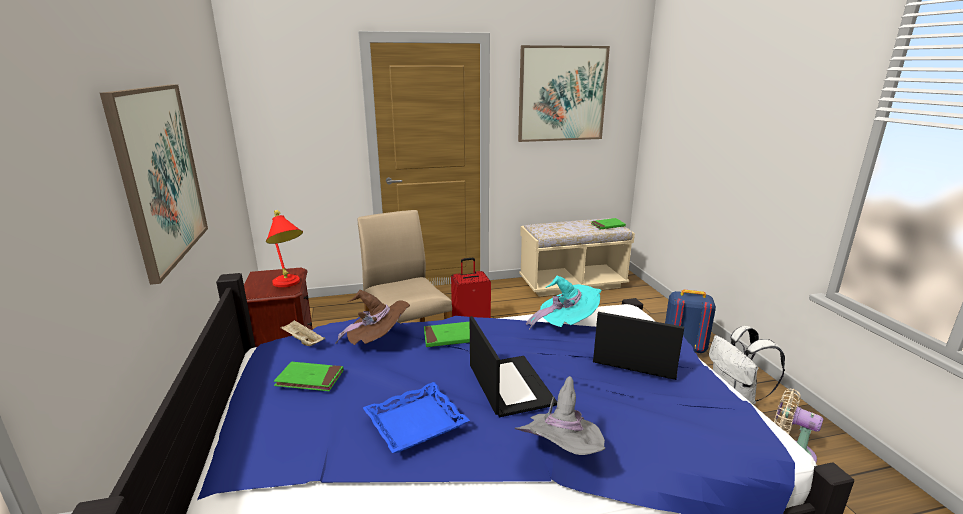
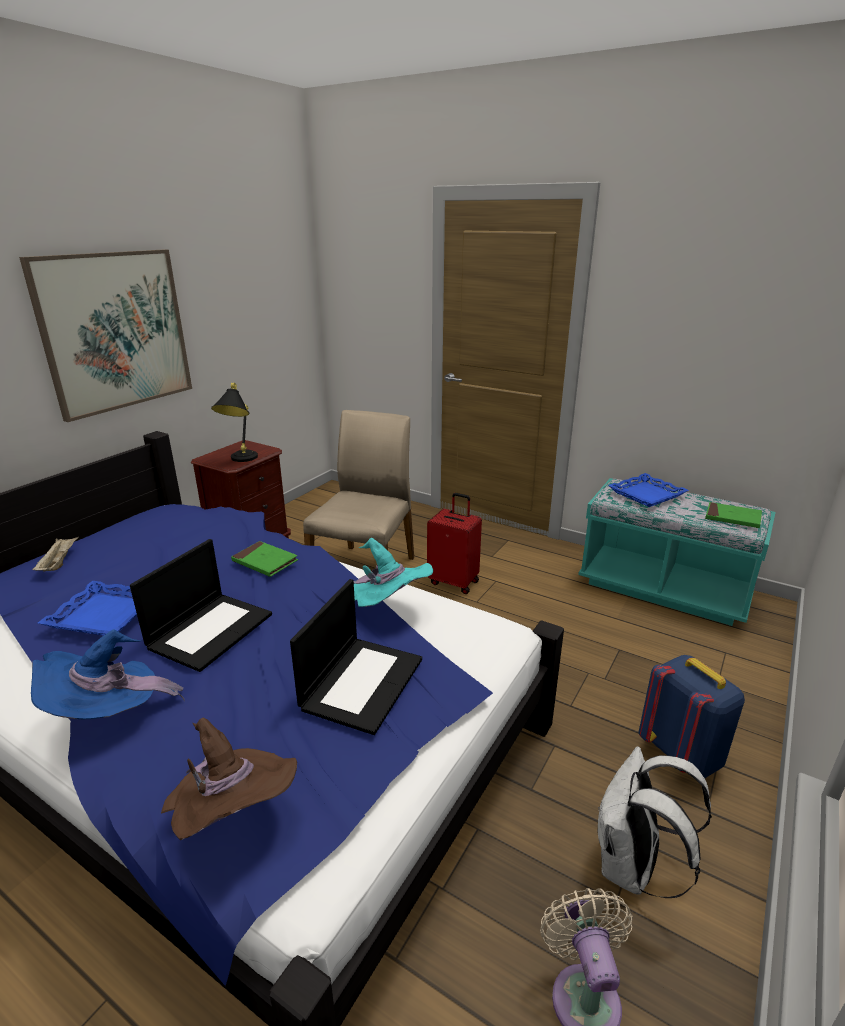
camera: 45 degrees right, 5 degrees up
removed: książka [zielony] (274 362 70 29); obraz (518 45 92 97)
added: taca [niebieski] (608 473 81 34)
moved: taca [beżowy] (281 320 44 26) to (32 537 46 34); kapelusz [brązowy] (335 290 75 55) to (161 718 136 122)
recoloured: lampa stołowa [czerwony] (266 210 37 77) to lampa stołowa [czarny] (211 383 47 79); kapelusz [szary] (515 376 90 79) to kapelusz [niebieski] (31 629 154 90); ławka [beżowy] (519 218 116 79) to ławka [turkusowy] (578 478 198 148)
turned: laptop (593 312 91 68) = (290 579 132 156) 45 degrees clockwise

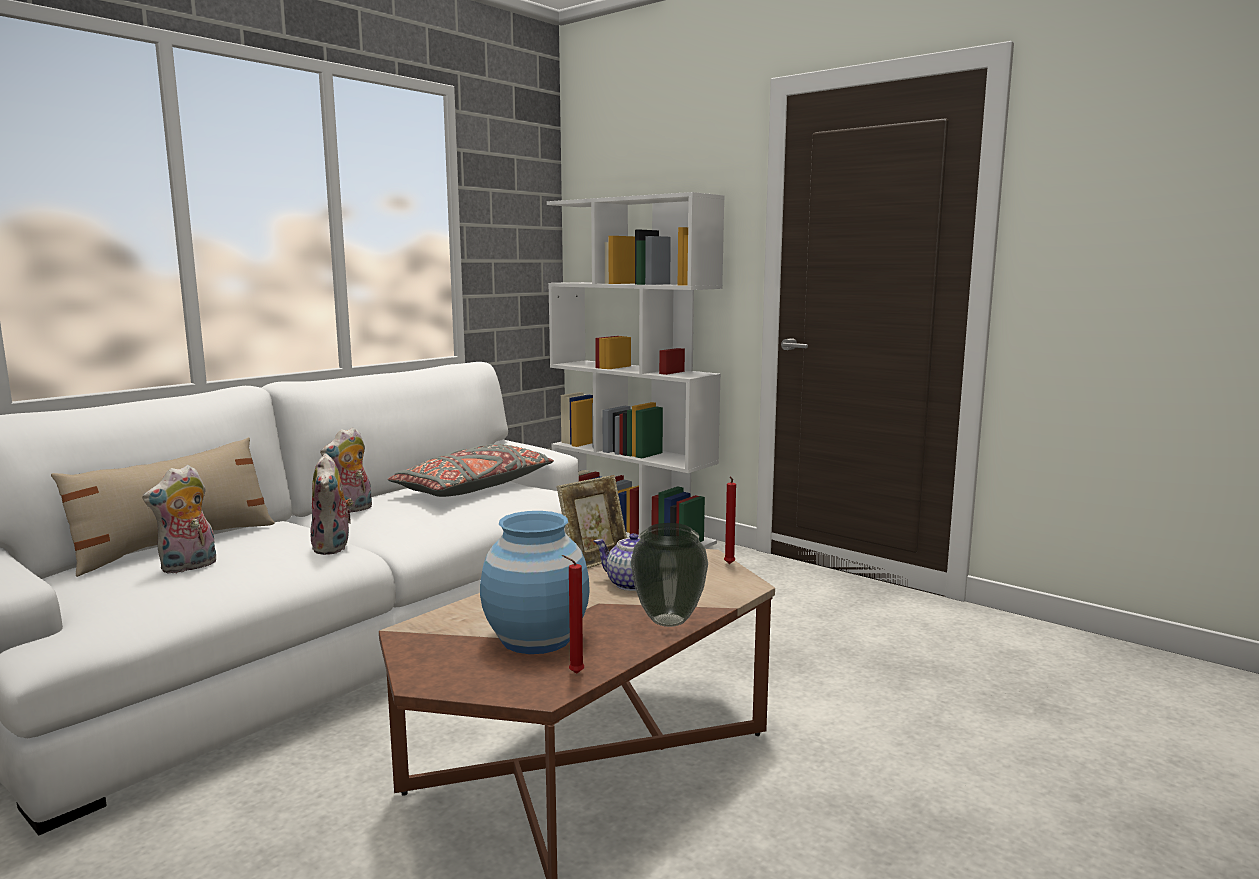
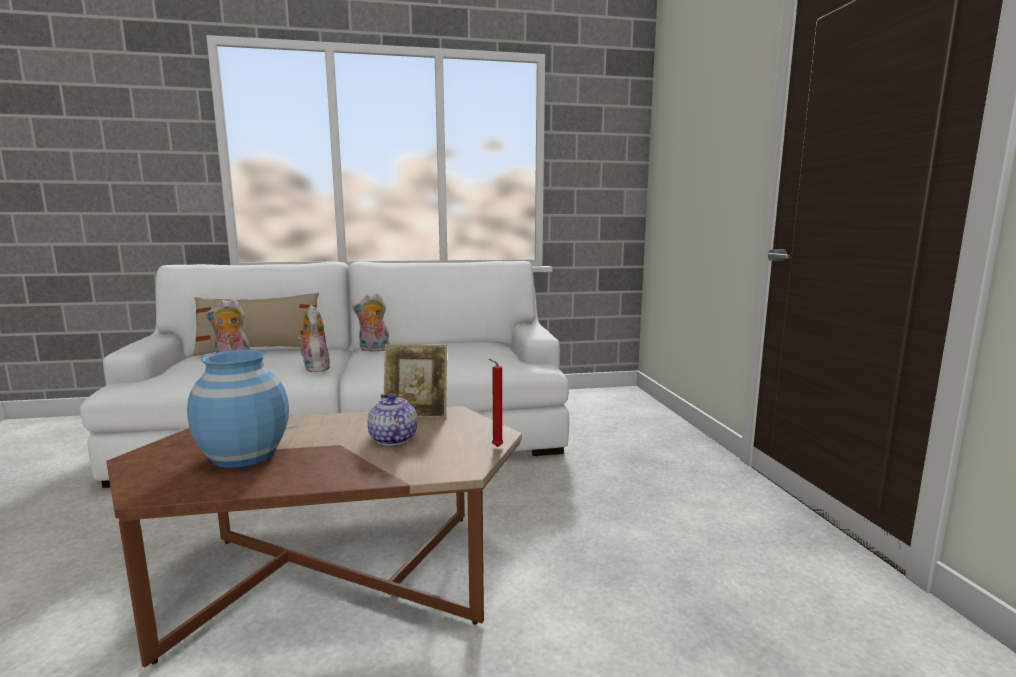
camera: 40 degrees right, 0 degrees up
removed: poduszka [szary] (388 444 166 53); regał [biały] (547 192 178 356); świeca [czerwony] (562 555 22 119); wazon (631 523 77 104)
turned: pluszak (311 453 43 102) = (297 305 33 67) 135 degrees clockwise

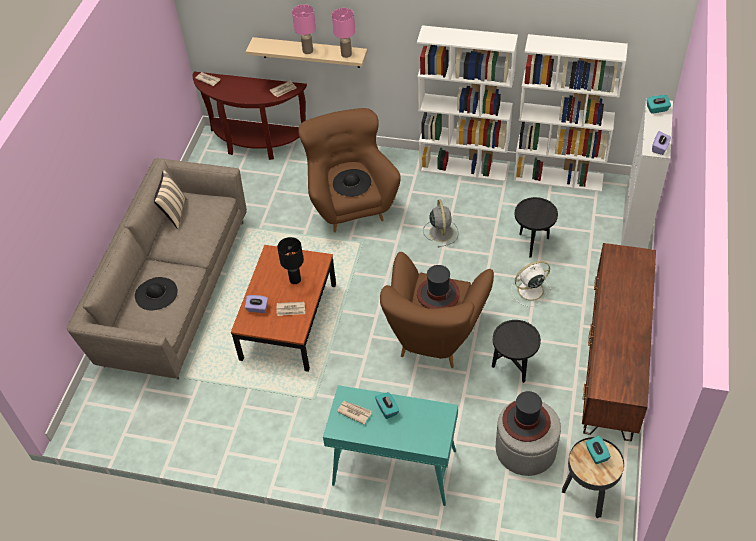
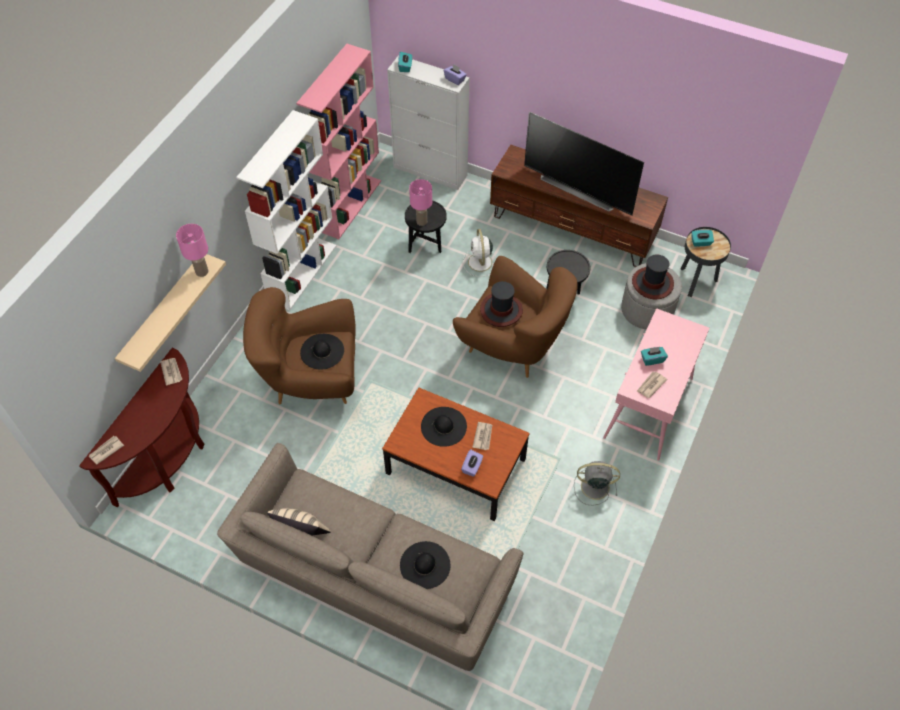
camera: 80 degrees left, 5 degrees up
added: telewizor (524 111 120 105)
moved: lampa stołowa [różowy] (292 5 24 49) to (409 179 23 47); wentylator [szary] (423 199 36 49) to (574 461 46 44)
replaced: lampa stołowa [czarny] (277 237 27 47) to kapelusz [czarny] (421 407 46 40)
recoloured: stolik konsolowy [turkusowy] (323 385 135 121) to stolik konsolowy [różowy] (603 308 106 153); regał [biały] (514 34 114 158) to regał [różowy] (296 44 85 195)

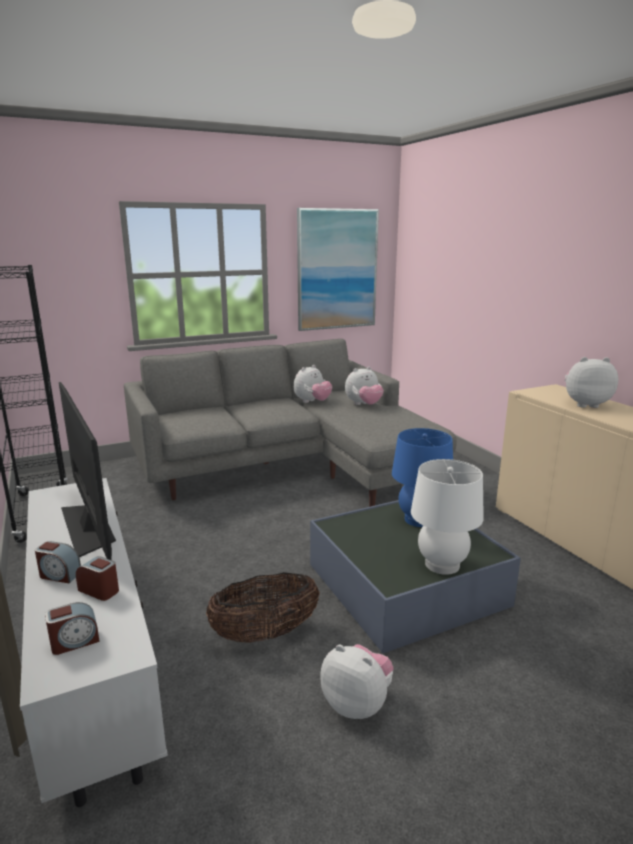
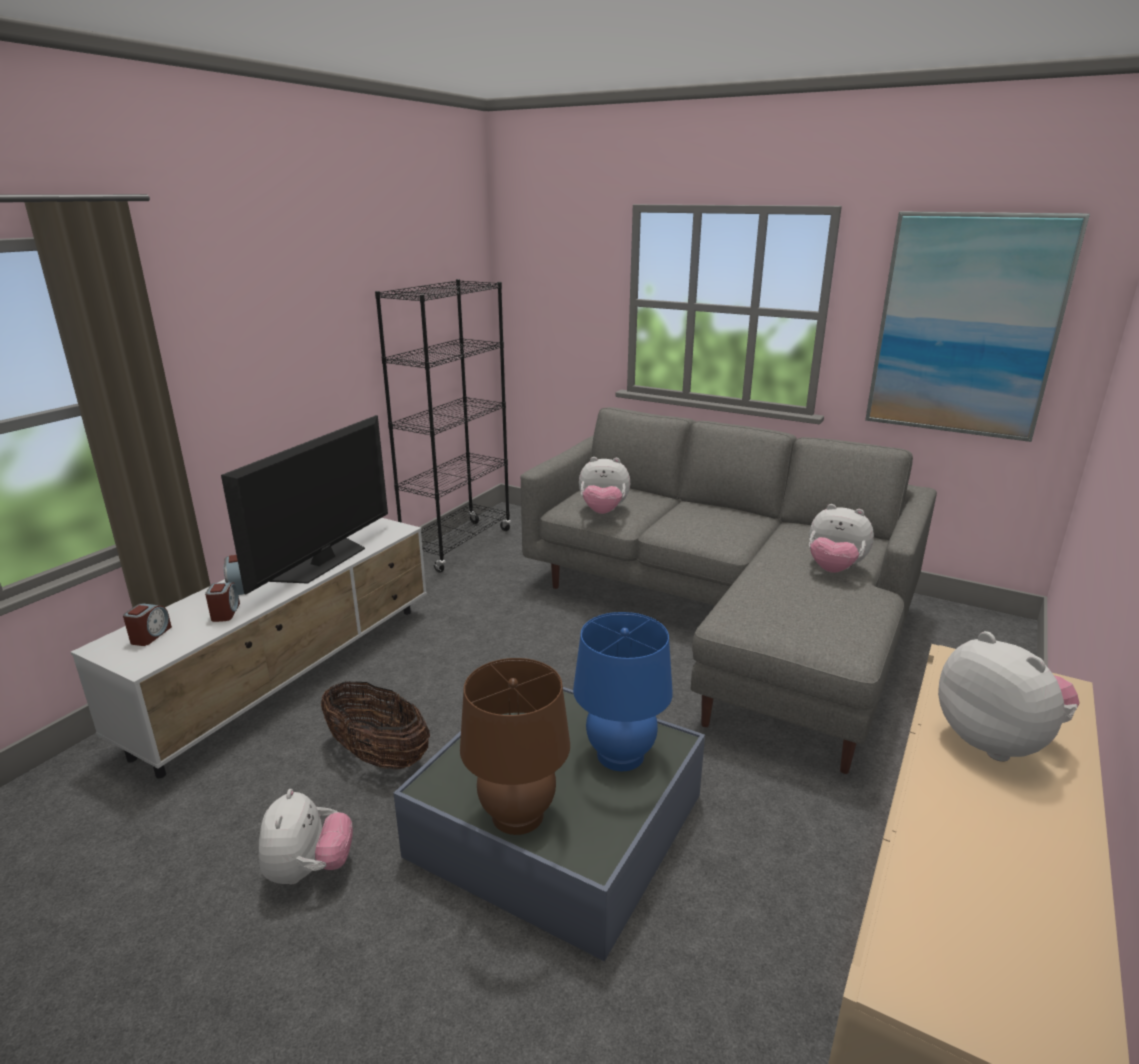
camera: 55 degrees right, 5 degrees up
moved: pluszak (294 365 38 38) to (579 457 51 57)
recoloured: lampa stołowa [biały] (411 459 73 116) to lampa stołowa [brązowy] (460 658 110 177)
turned: budzik (45 602 55 53) = (123 603 49 43) 105 degrees counterclockwise

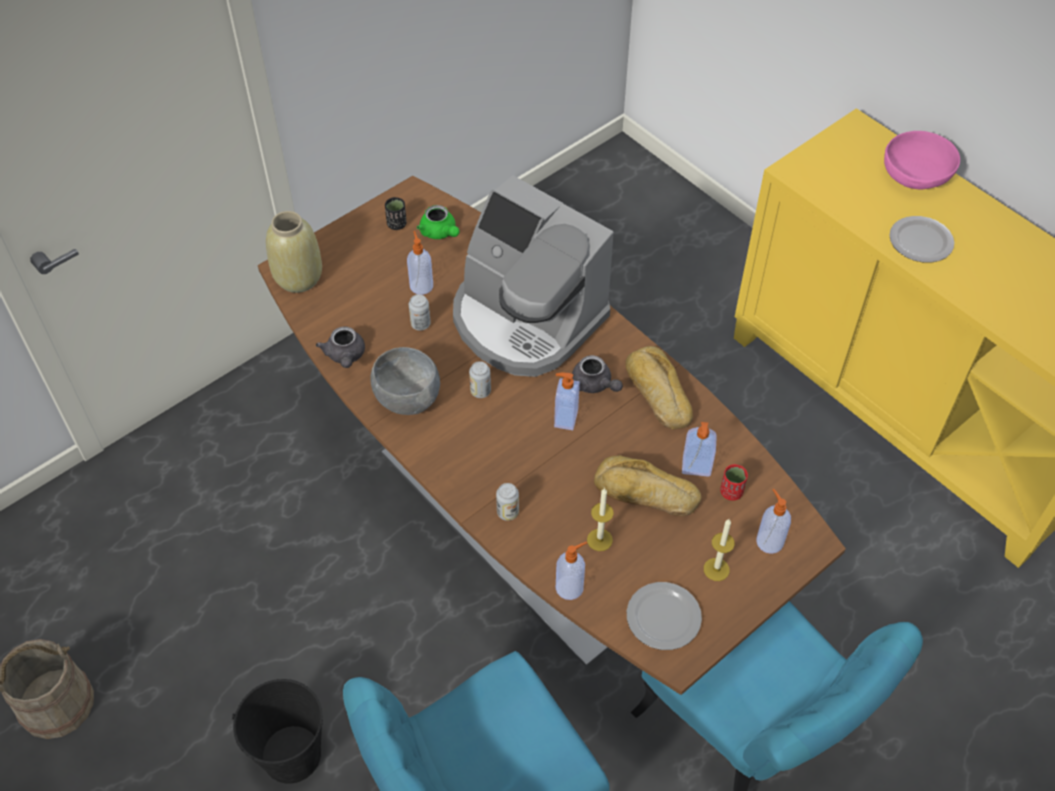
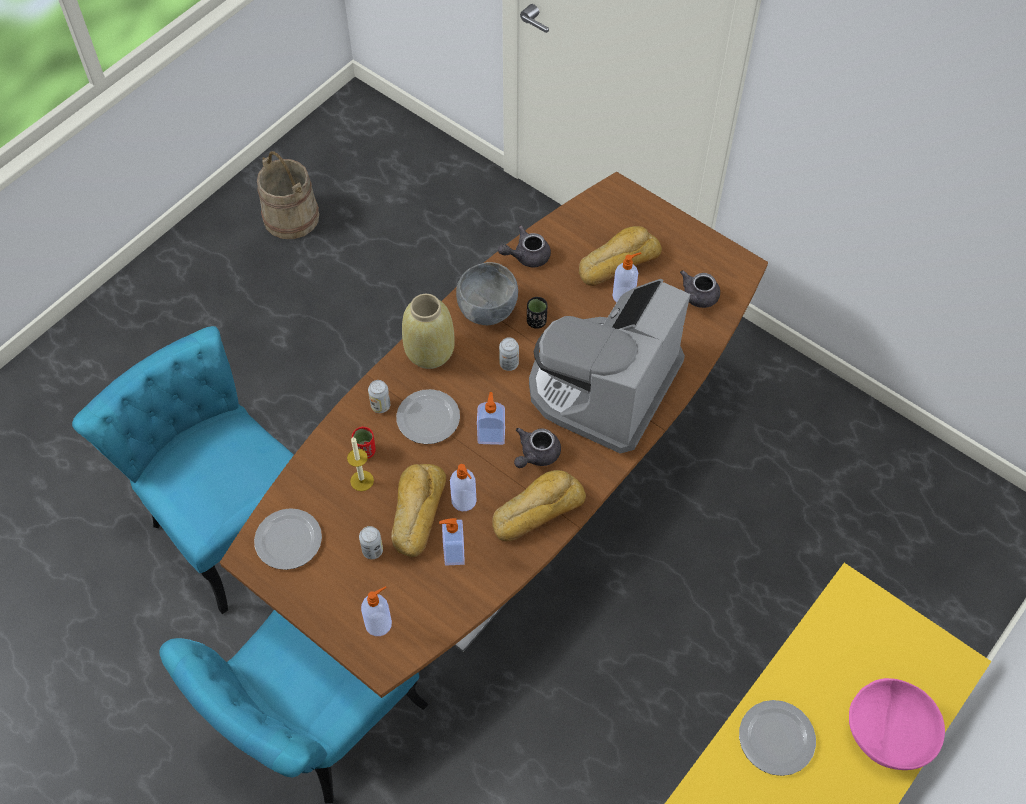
camera: 80 degrees right, 5 degrees up
removed: wiadro [czarny] (232 679 91 105); świeca (704 519 31 62)
added: talerz (396 389 64 55); chleb (579 226 83 60)
moved: wazon [beżowy] (266 211 56 82) to (402 294 53 75); filiżanka [czarny] (385 197 21 33) to (527 297 21 32); puszka (409 294 22 36) to (359 526 24 33); dozownik mydła (556 542 31 58) to (450 464 27 47); filiżanka [czerwony] (720 464 28 37) to (352 427 24 32)
recoloured: imbryk [zielony] (417 205 43 34) to imbryk [szary] (680 270 40 38)

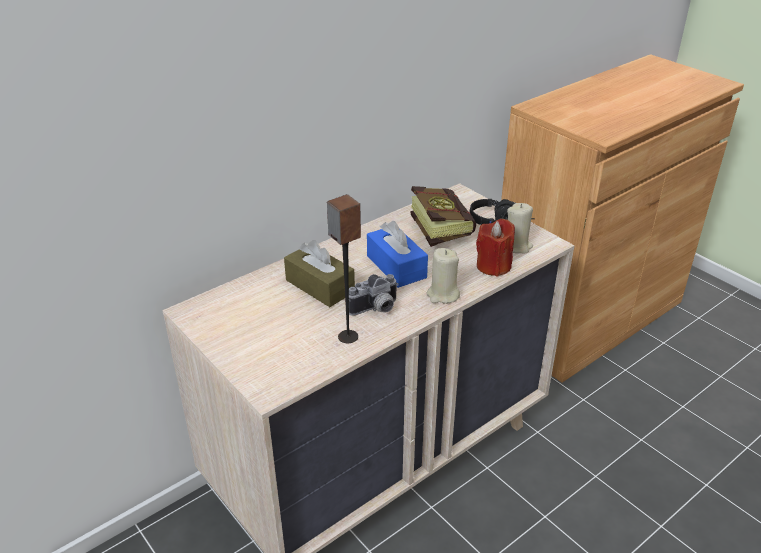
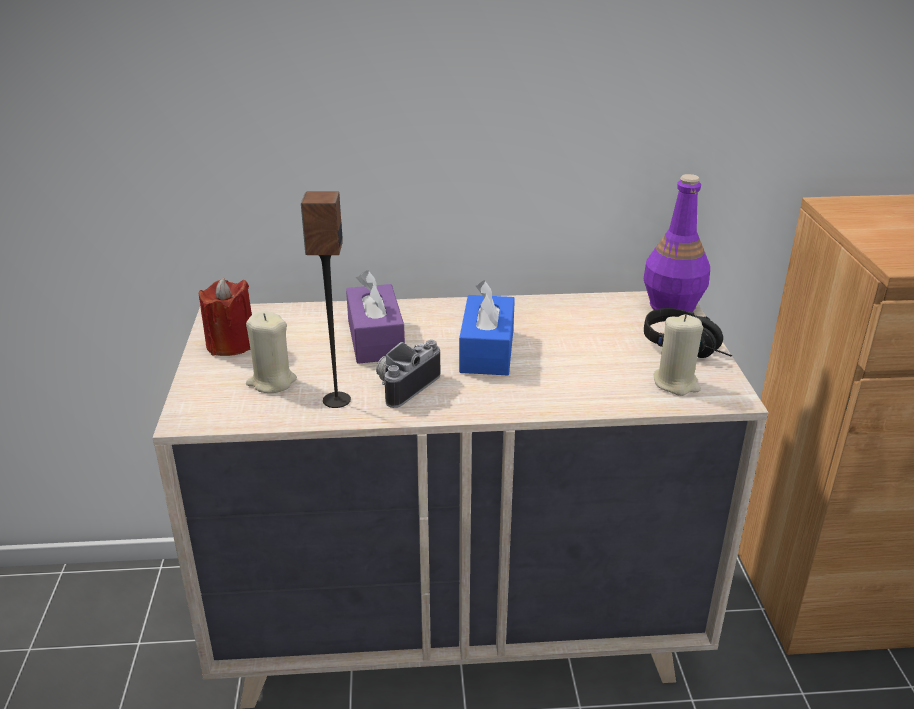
camera: 35 degrees right, 5 degrees down
removed: książka (410 186 66 61)
added: butelka [fioletowy] (644 174 66 138)
moved: świeca [beżowy] (426 248 34 56) to (246 310 51 83); świeca [czerwony] (476 219 39 58) to (199 277 53 79)
recoloured: pudełko chusteczek [brązowy] (284 240 71 67) to pudełko chusteczek [fioletowy] (346 270 59 94)
turned: aparat fotograficzny (349 274 50 42) = (376 340 64 68) 120 degrees clockwise

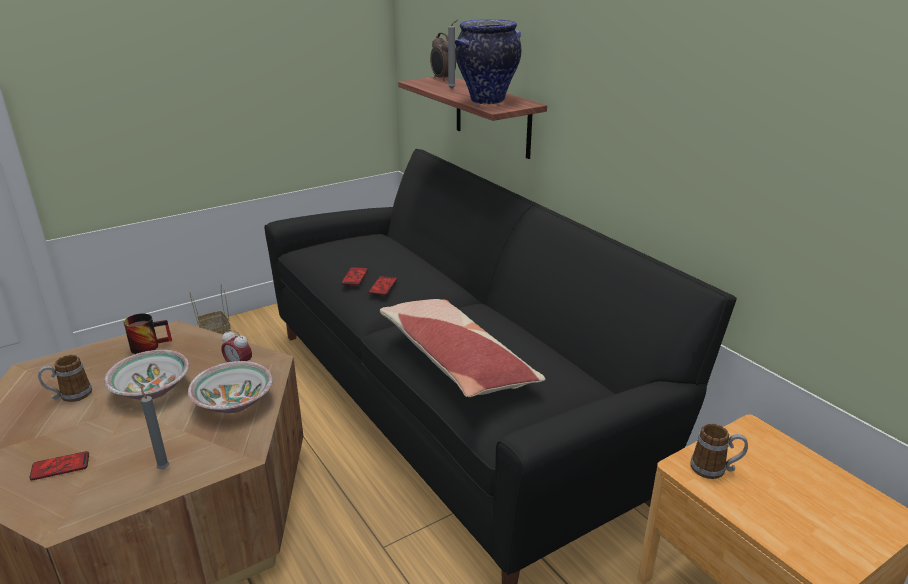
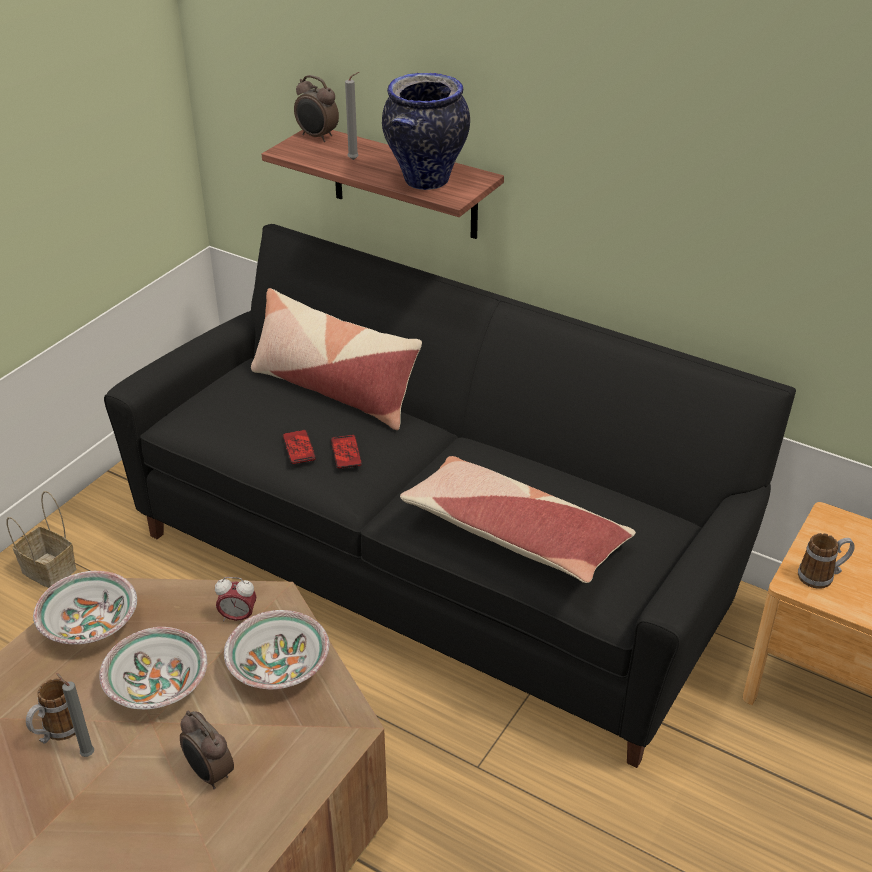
camera: 25 degrees left, 10 degrees up
removed: telefon (29 451 60 29)
added: budzik (180 710 54 79); poduszka (251 288 171 142)
moved: świeca [szary] (141 386 28 83) to (56 673 38 84)
replaced: kubek (124 313 48 41) to miska (33 571 104 73)

